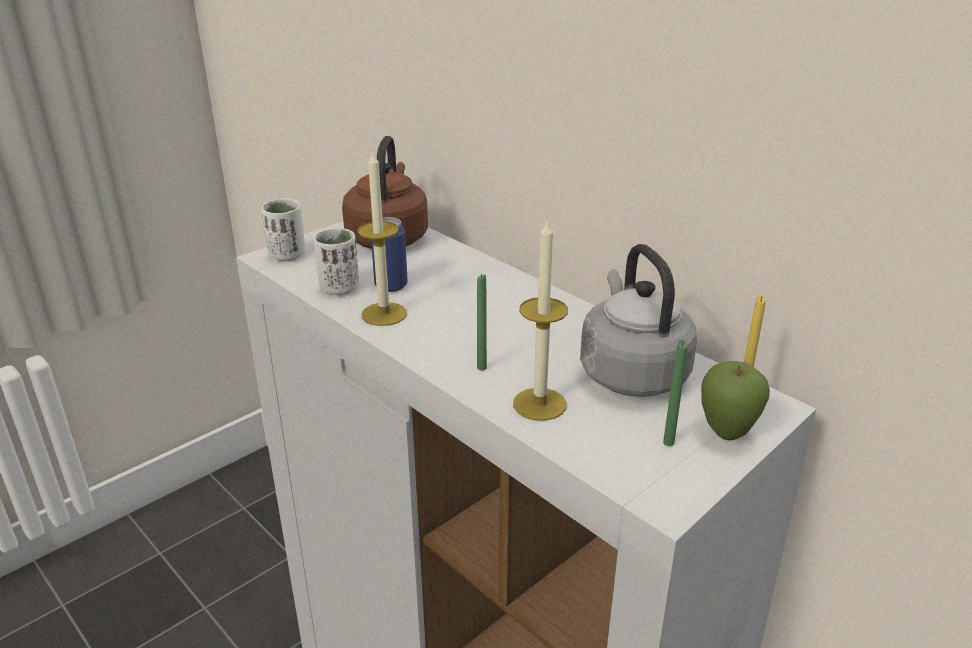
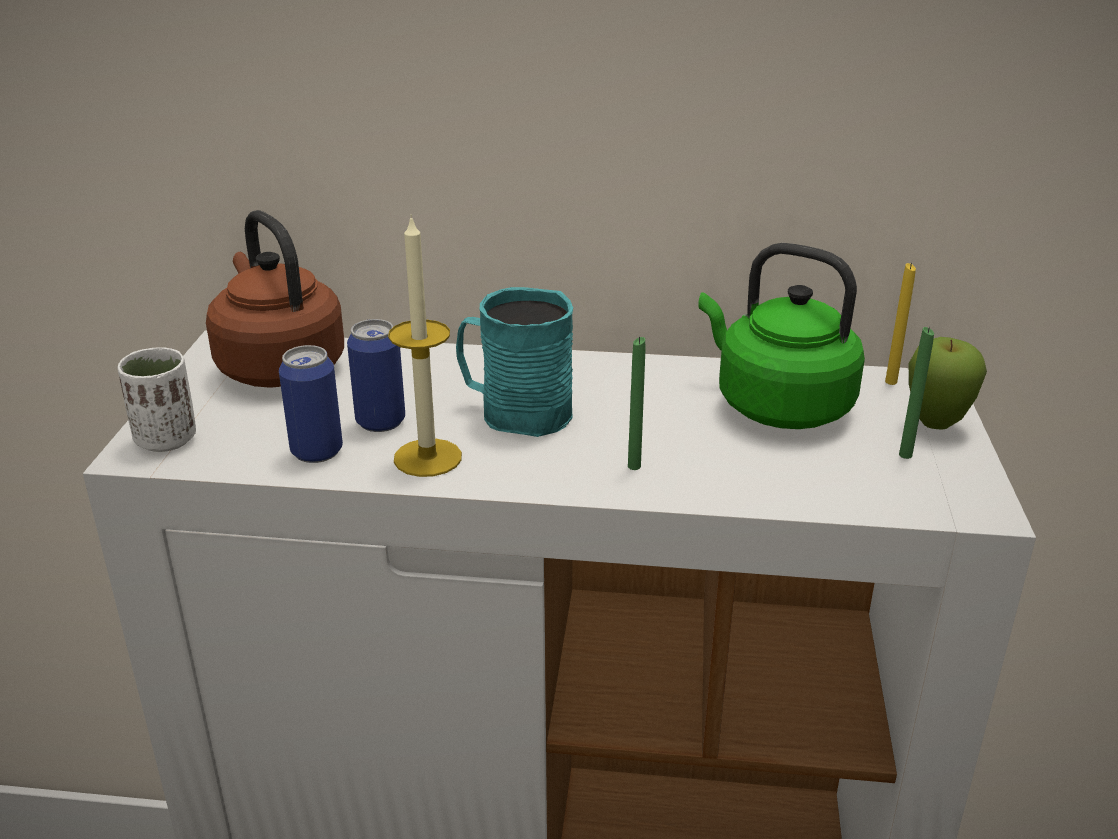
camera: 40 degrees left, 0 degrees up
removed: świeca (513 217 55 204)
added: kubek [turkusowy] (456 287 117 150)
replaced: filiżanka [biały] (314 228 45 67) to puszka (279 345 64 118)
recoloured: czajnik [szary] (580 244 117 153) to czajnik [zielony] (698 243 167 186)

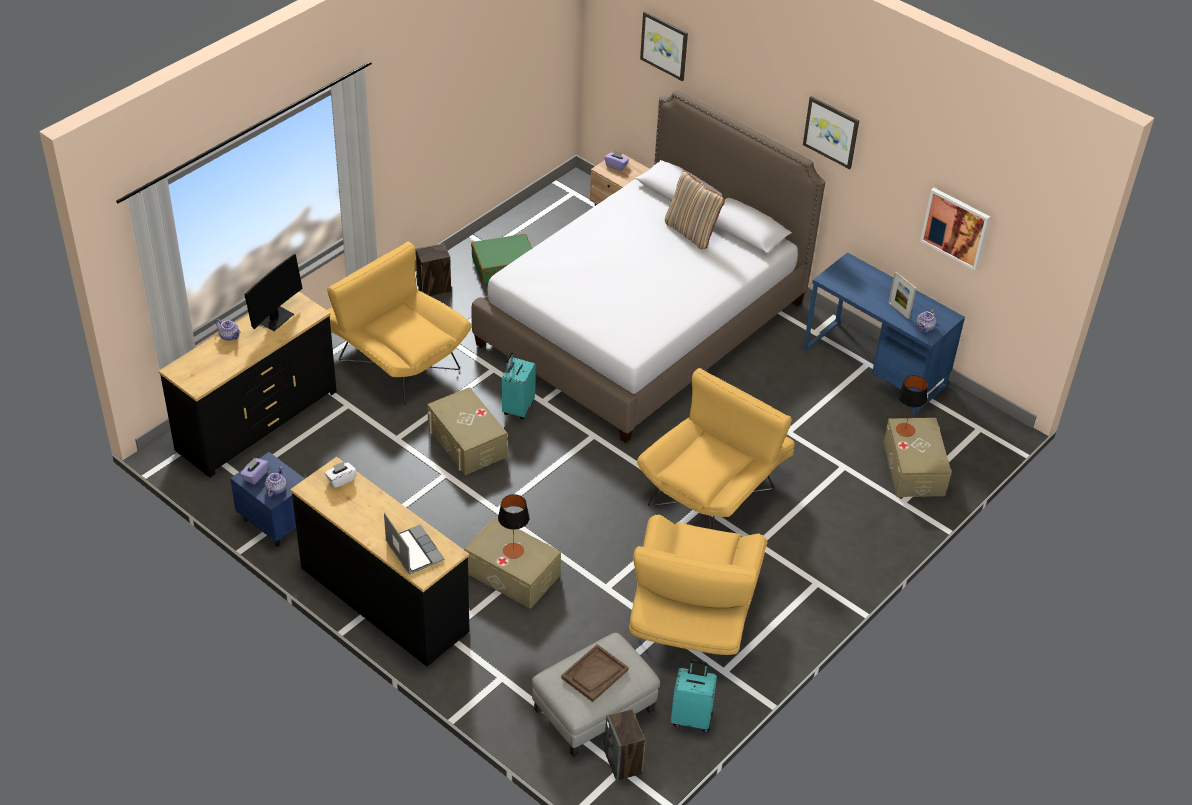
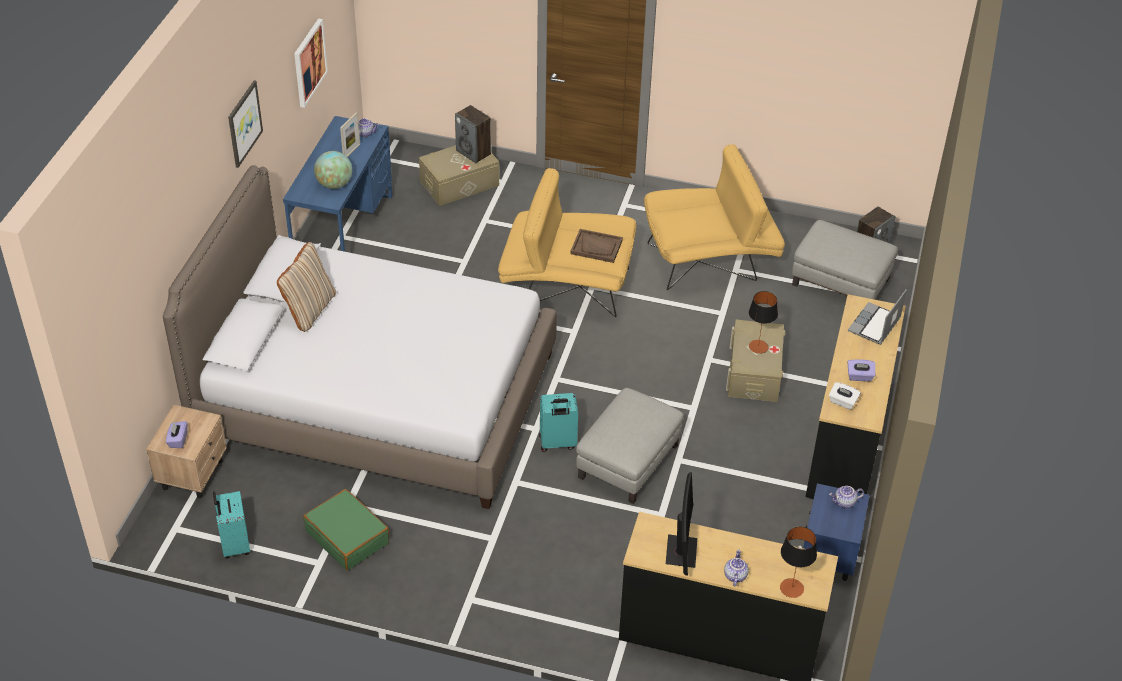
camera: 115 degrees left, 0 degrees up
removed: fotel [żółty] (327 242 145 163); obraz (640 11 48 70)
added: globus (314 151 38 38)
moved: pudełko chusteczek [fioletowy] (240 458 28 27) to (847 359 28 23); głośnik (415 243 36 53) to (455 105 36 58); taca [brązowy] (561 644 68 58) to (570 229 53 34); walizka [turkusowy] (671 660 46 73) to (213 491 37 68); lampa stołowa (896 375 32 62) to (780 527 37 71)
replaced: pojemnik do przechowywania [beżowy] (427 387 80 88) to pufa [szary] (576 388 108 116)
turned: monitor (244 254 59 77) = (666 472 31 104) 90 degrees clockwise

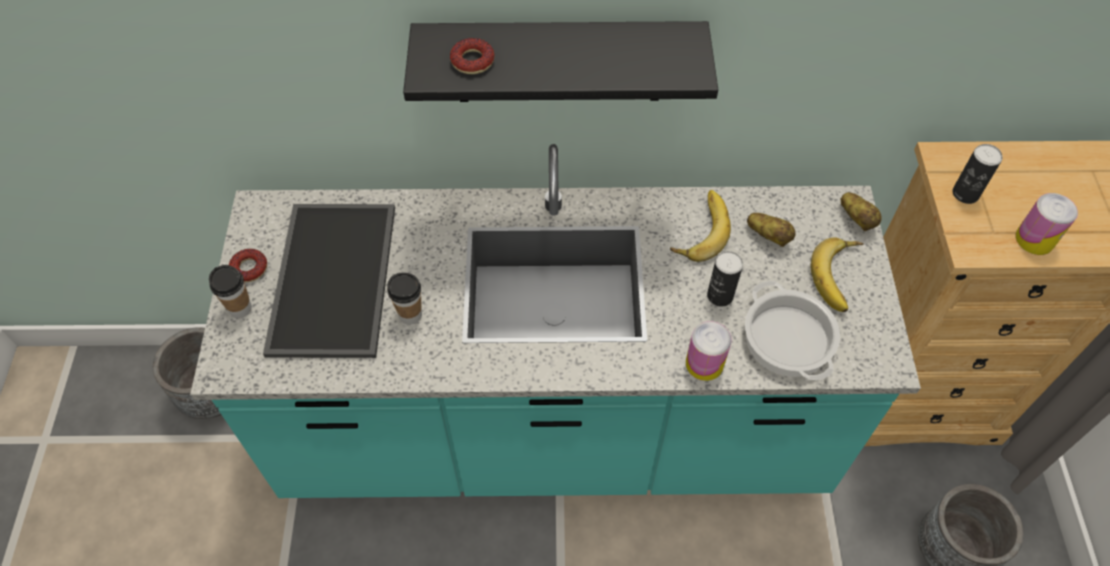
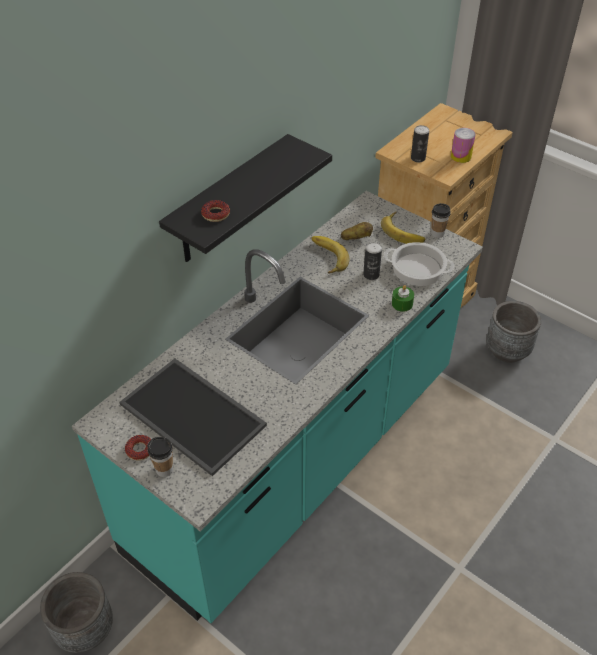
camera: 50 degrees left, 10 degrees down
removed: ziemniak (840 192 42 39)
moved: filiżanka (387 272 35 53) to (431 203 20 35)
replaced: puszka (686 321 46 60) to świeca [zielony] (392 285 22 27)

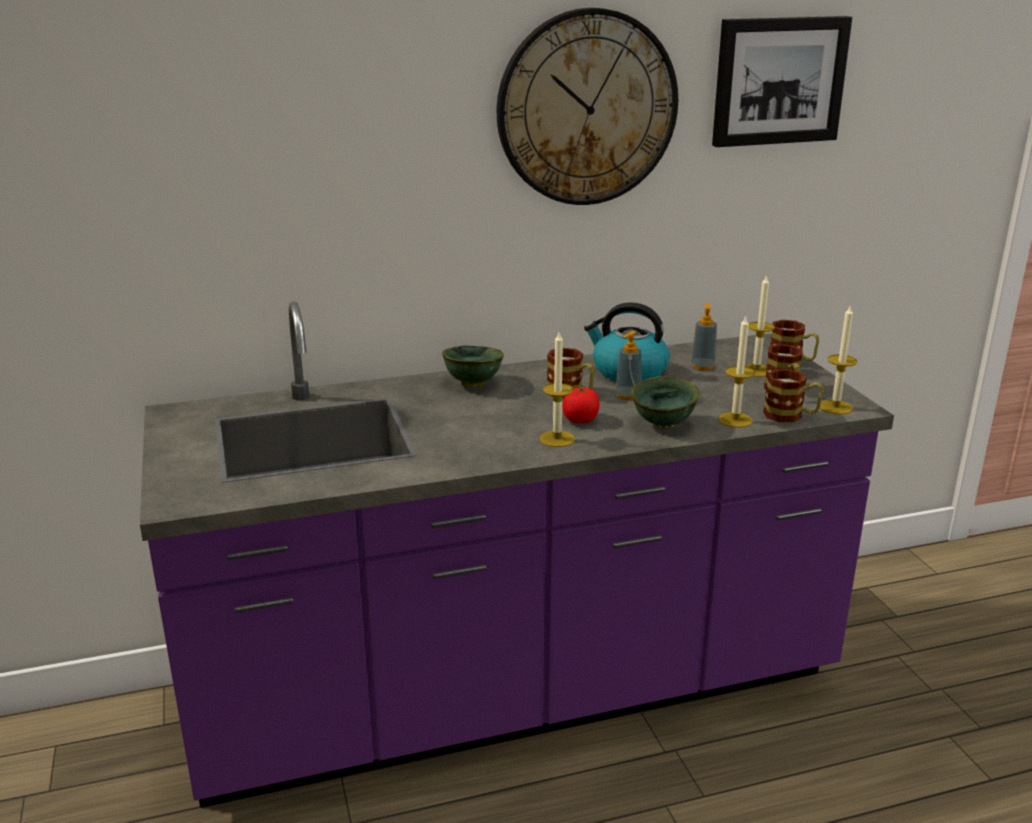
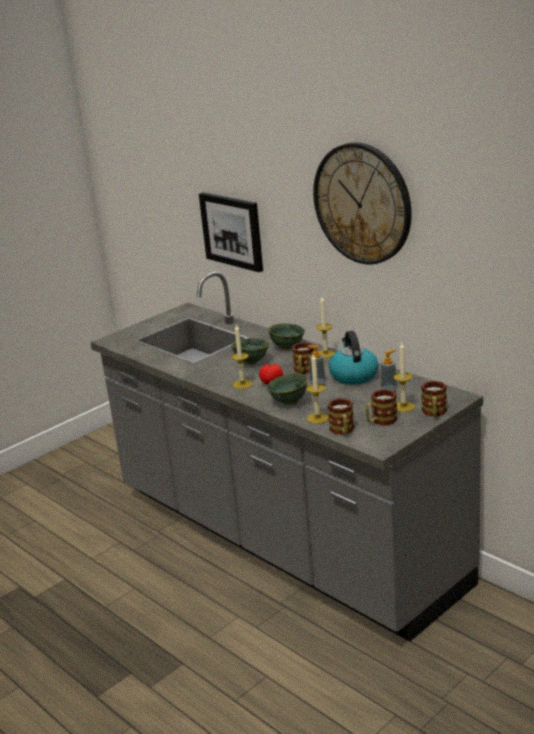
camera: 65 degrees right, 0 degrees up
added: miska [zielony] (231 338 38 27)
moved: obraz (712 16 140 131) to (199 192 64 80); świeca (820 304 37 111) to (316 297 19 61)
recoloured: zabudowa kuchenna [fioletowy] (140 302 754 506) to zabudowa kuchenna [szary] (91 271 392 370)

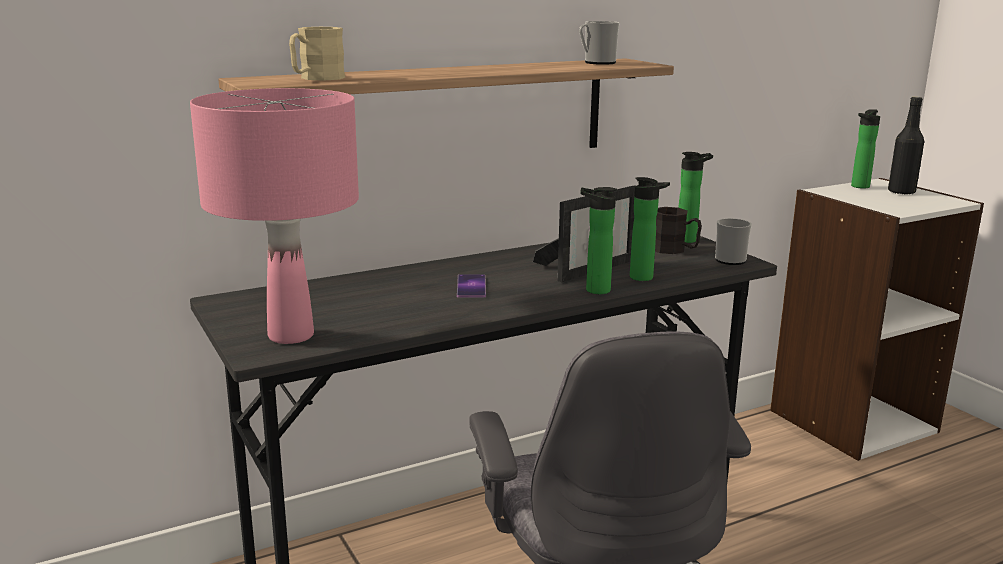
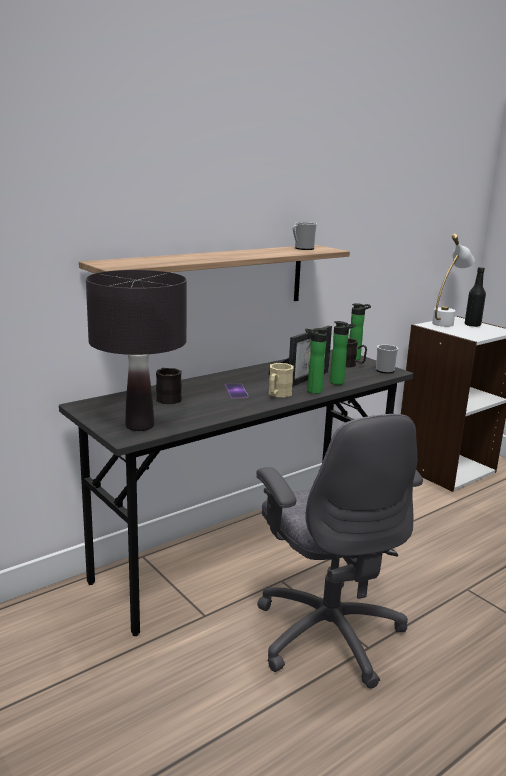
camera: 10 degrees left, 0 degrees up
added: kubek [czarny] (156 368 26 36)
moved: kubek [beżowy] (289 27 56 54) to (269 363 25 34)
replaced: butelka (851 109 29 80) to lampa stołowa [biały] (432 234 43 93)
recoloured: lampa stołowa [różowy] (190 88 169 256) to lampa stołowa [czarny] (86 270 101 161)

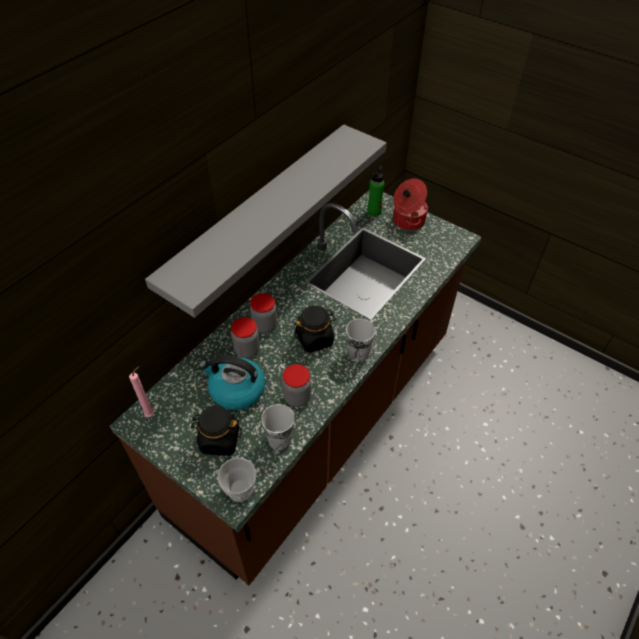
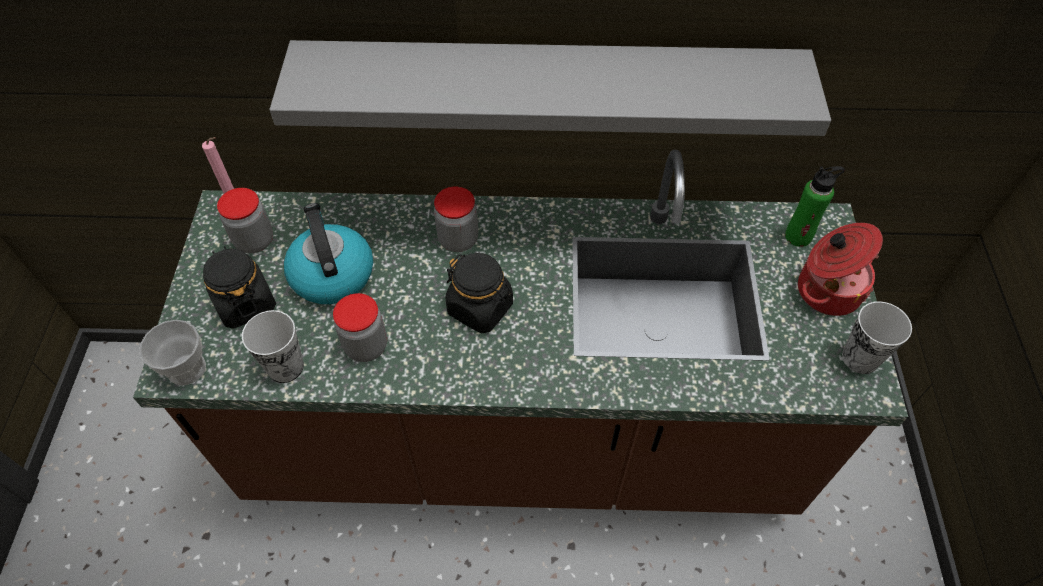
camera: 55 degrees right, 5 degrees up
moved: słoik (231 317 29 41) to (217 188 56 65); filiżanka (346 319 29 43) to (842 301 70 73)

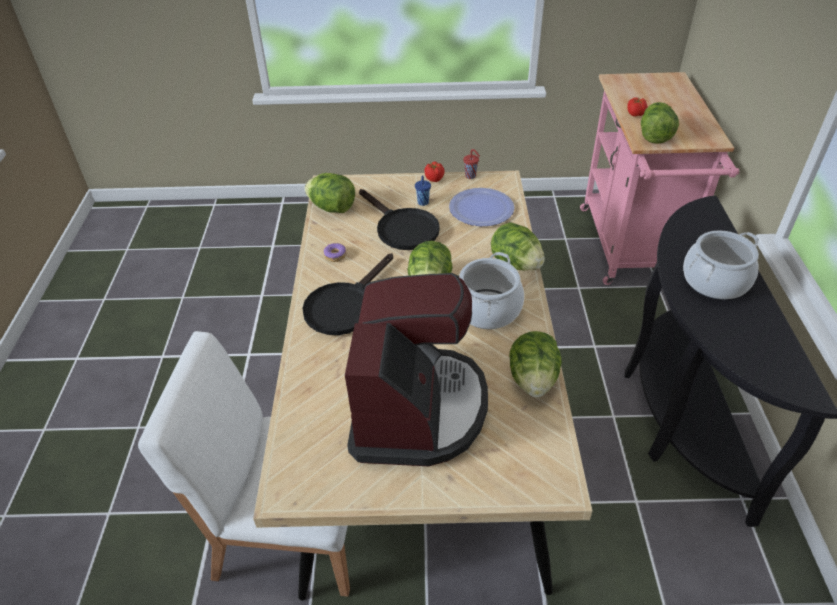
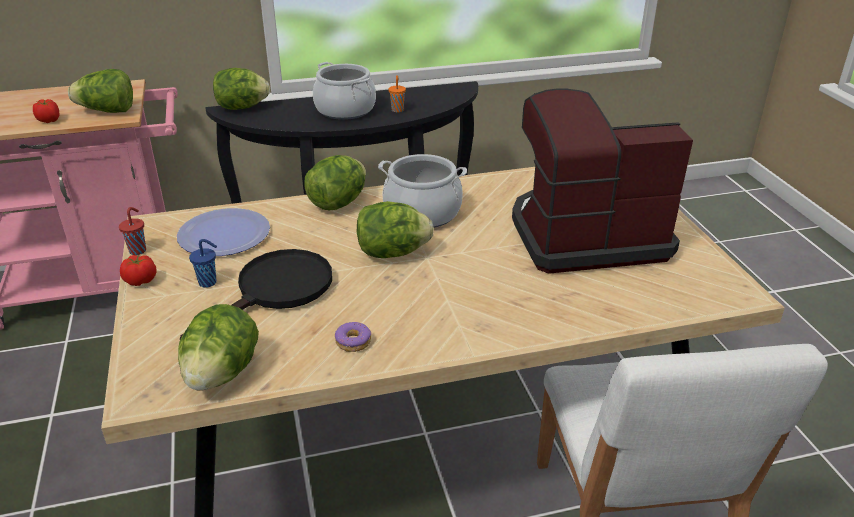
camera: 105 degrees left, 10 degrees down
removed: patelnia [czarny] (302 253 91 82)
added: filiżanka [pomarańczowy] (388 75 18 37)
moved: sałata (509 331 53 66) to (213 68 57 42)

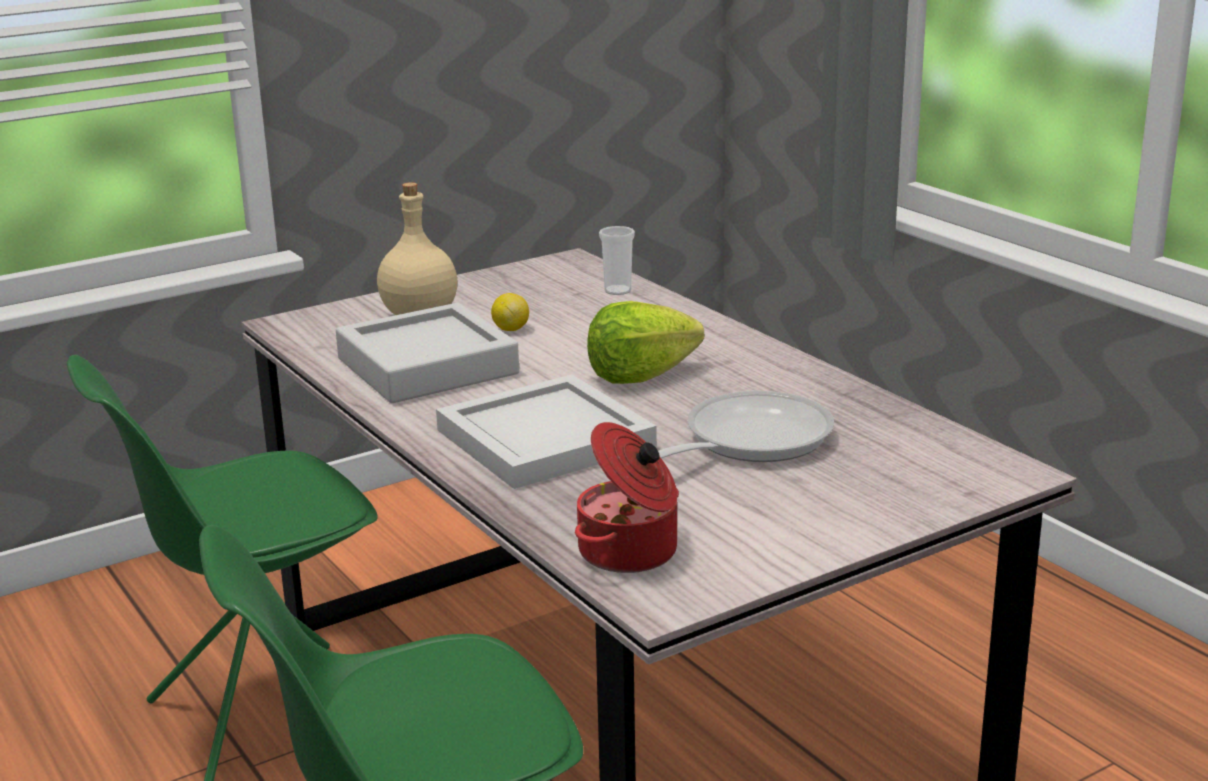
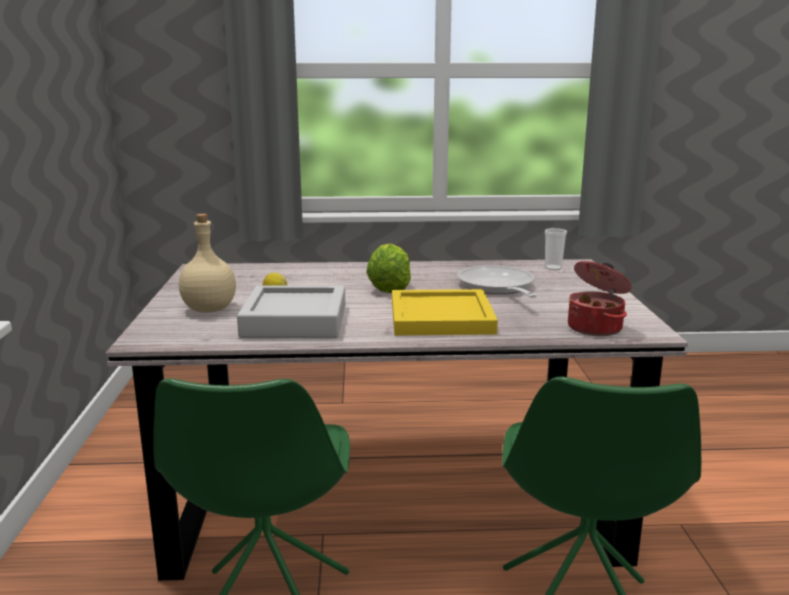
camera: 60 degrees left, 5 degrees down
moved: filiżanka (599 226 36 69) to (545 228 22 42)
recoloured: taca [biały] (436 374 221 115) to taca [żółty] (392 289 106 46)

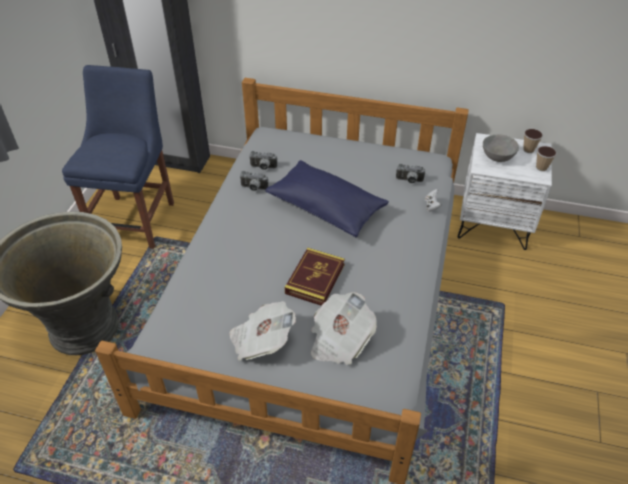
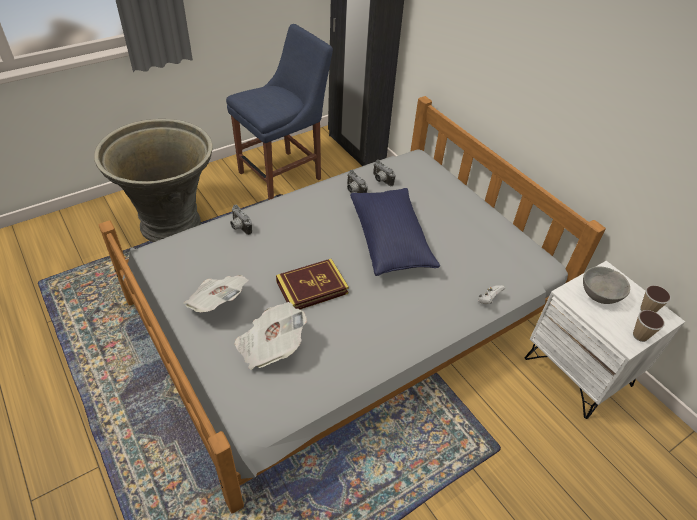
camera: 40 degrees right, 0 degrees up
moved: aparat fotograficzny (396 164 29 20) to (230 205 22 30)

